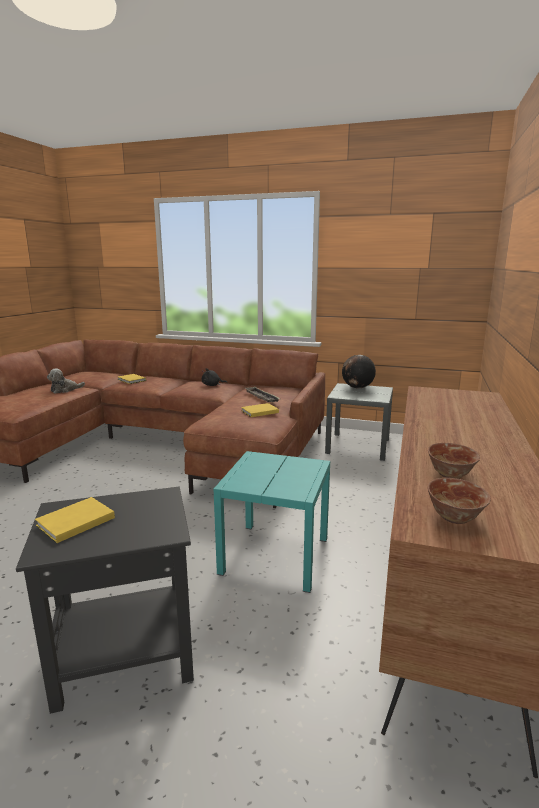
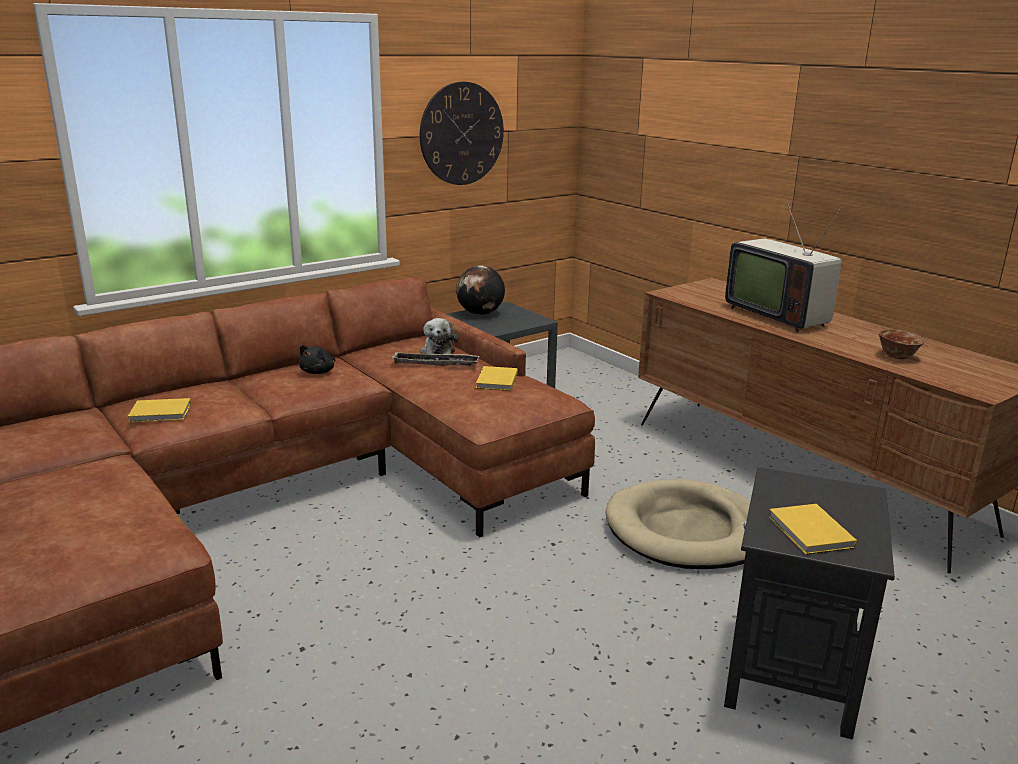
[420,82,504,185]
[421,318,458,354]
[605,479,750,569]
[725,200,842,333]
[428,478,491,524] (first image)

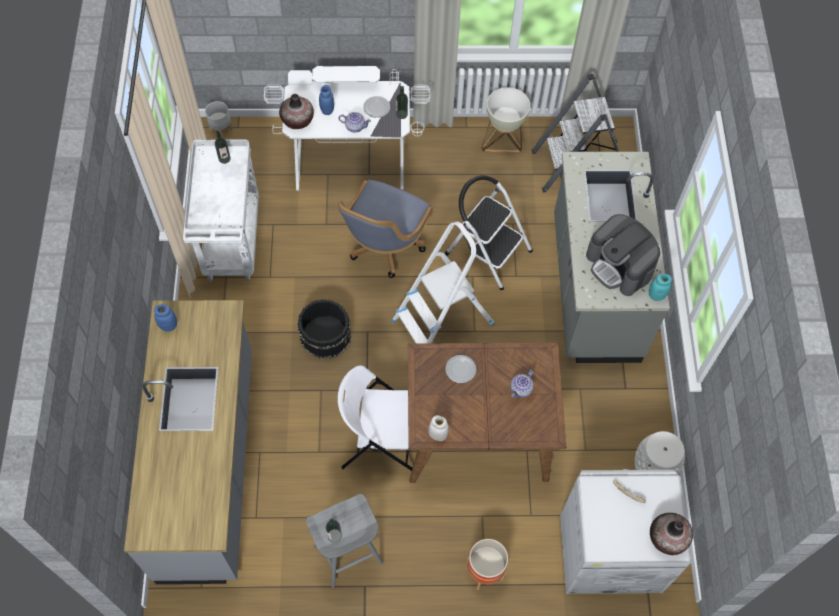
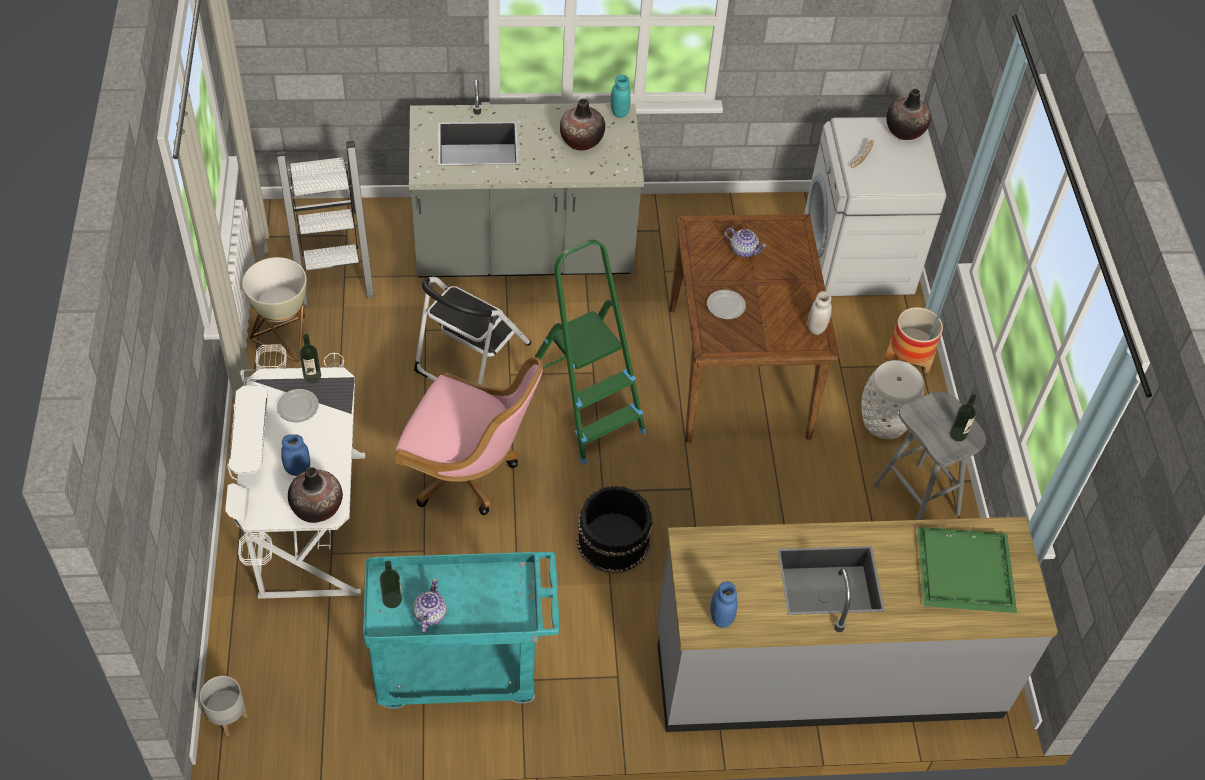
[363,552,559,709]
[395,357,543,515]
[413,578,447,633]
[534,240,646,464]
[560,98,605,151]
[861,360,924,439]
[917,527,1017,613]
[338,365,413,471] (first image)

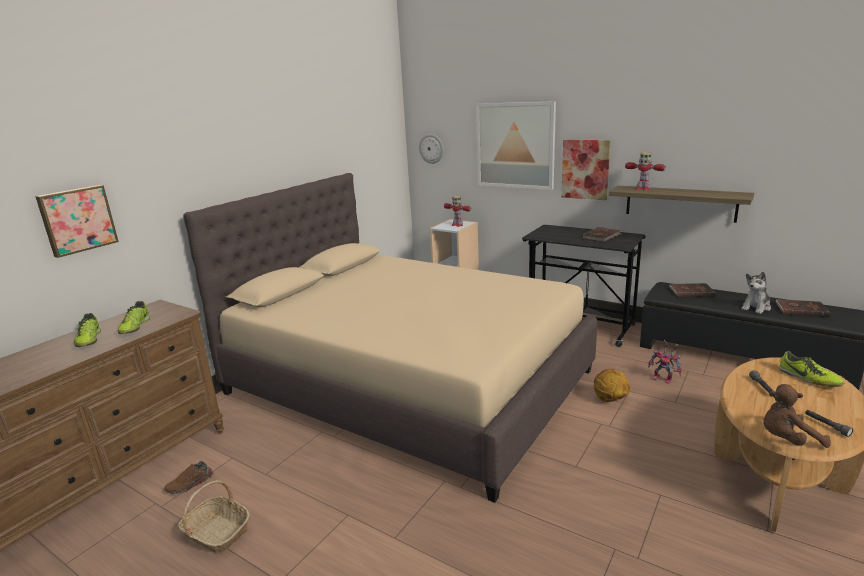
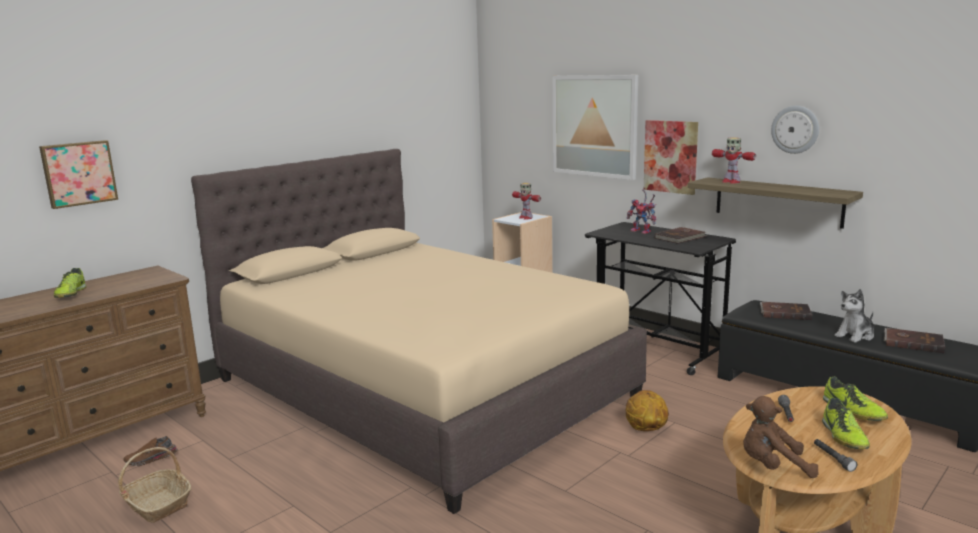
[626,189,656,234]
[771,106,819,154]
[822,397,870,449]

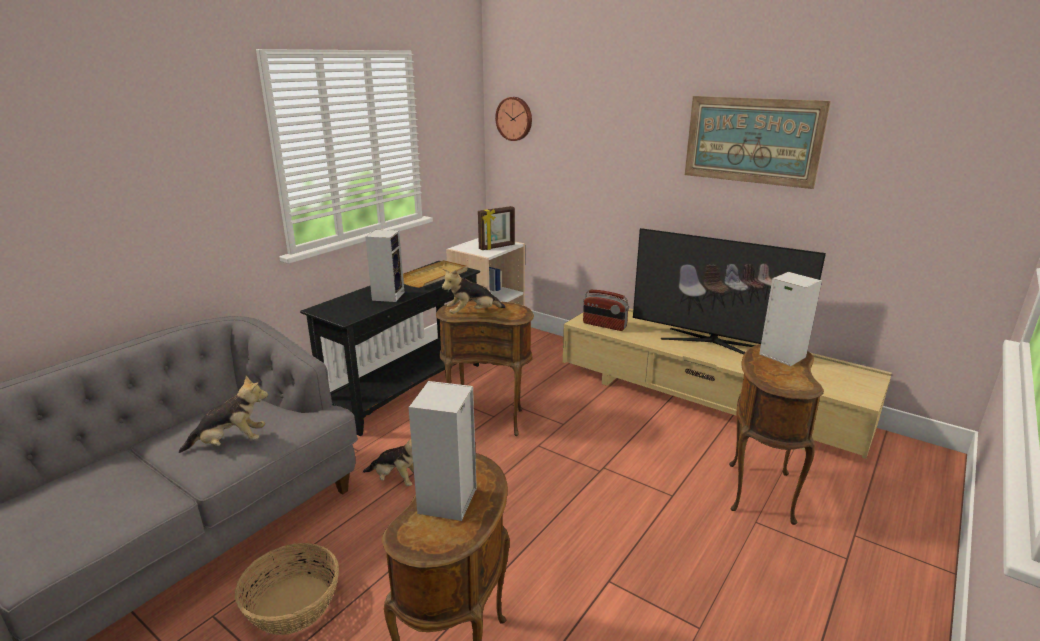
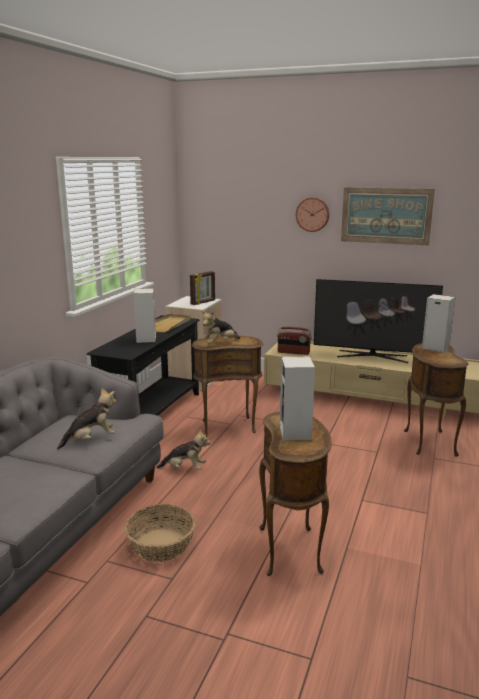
[296,197,329,232]

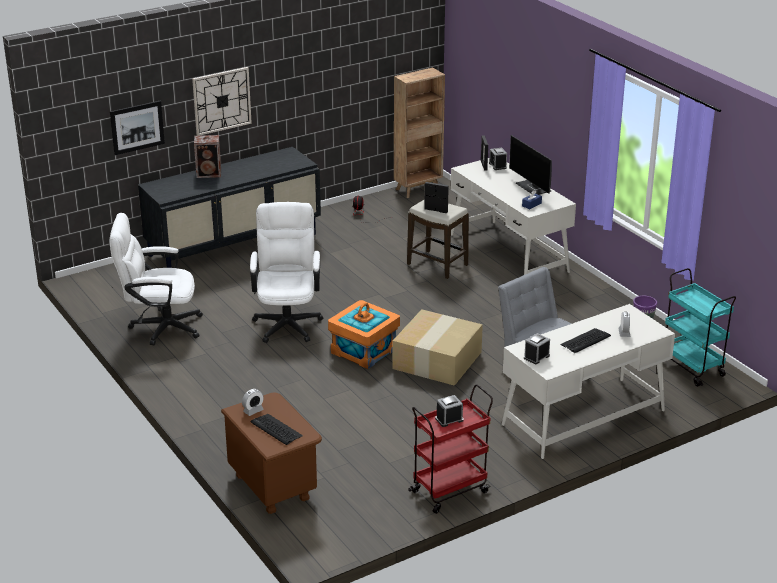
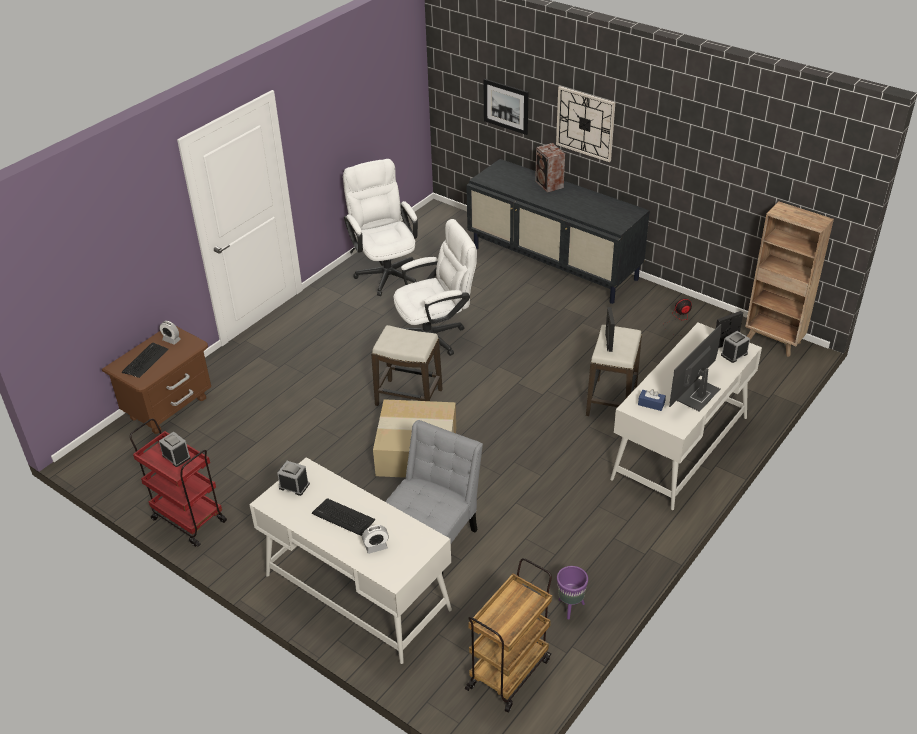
[371,325,443,406]
[465,558,552,713]

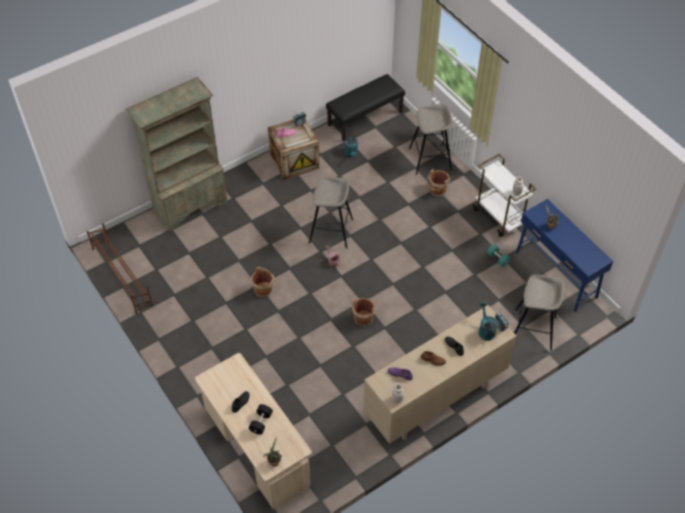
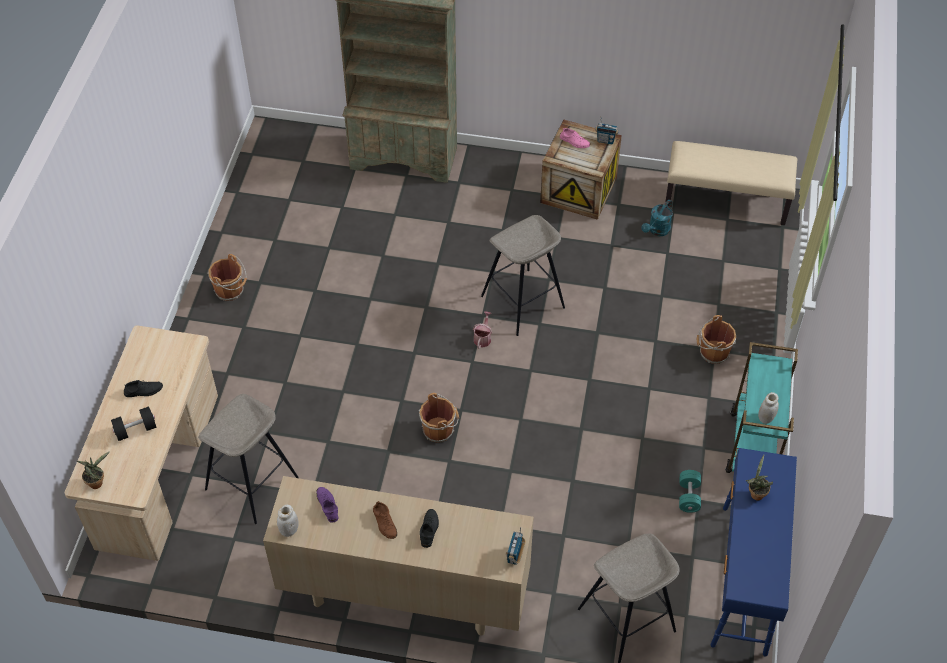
[198,394,299,524]
[208,254,247,301]
[665,141,797,225]
[725,342,798,473]
[87,223,153,314] (first image)
[479,302,497,341] (first image)

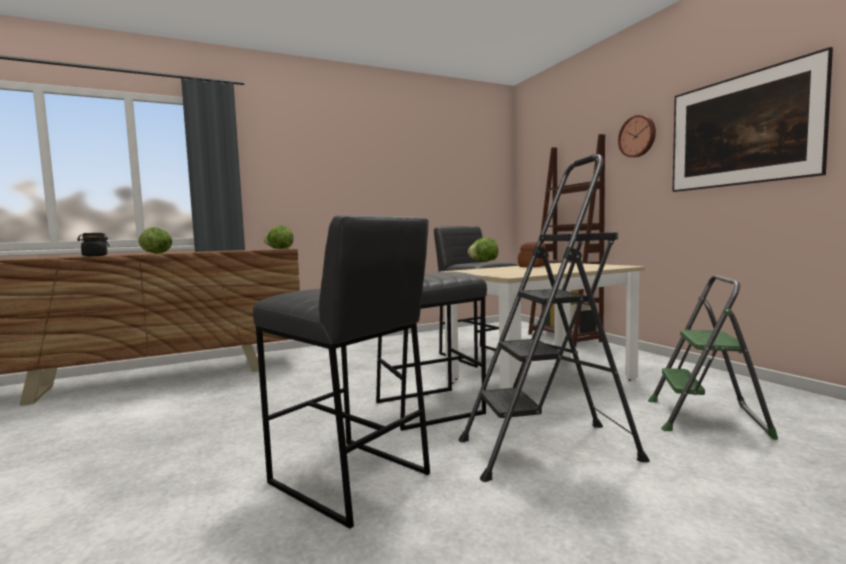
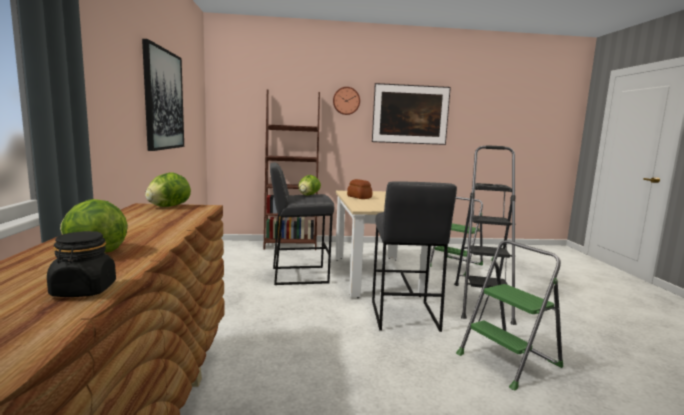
[142,39,184,151]
[456,240,563,391]

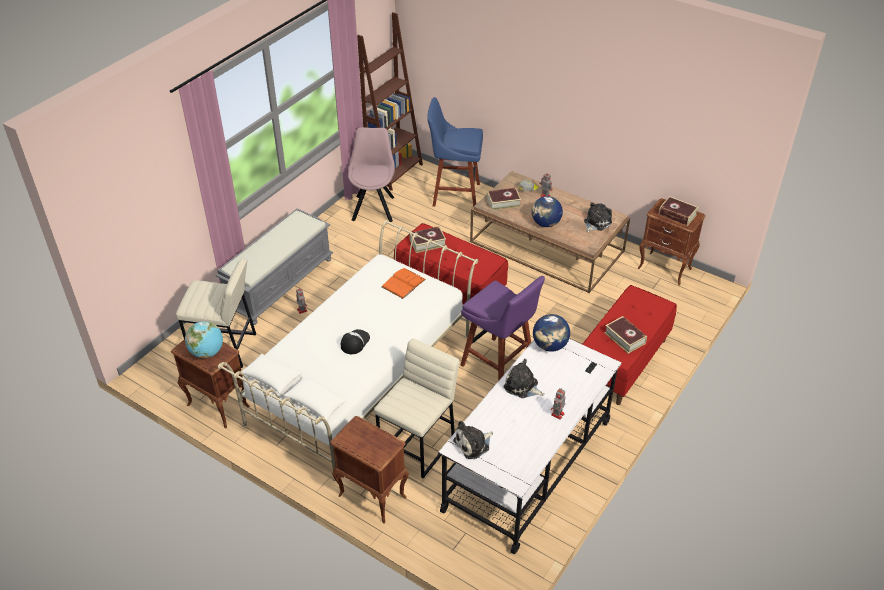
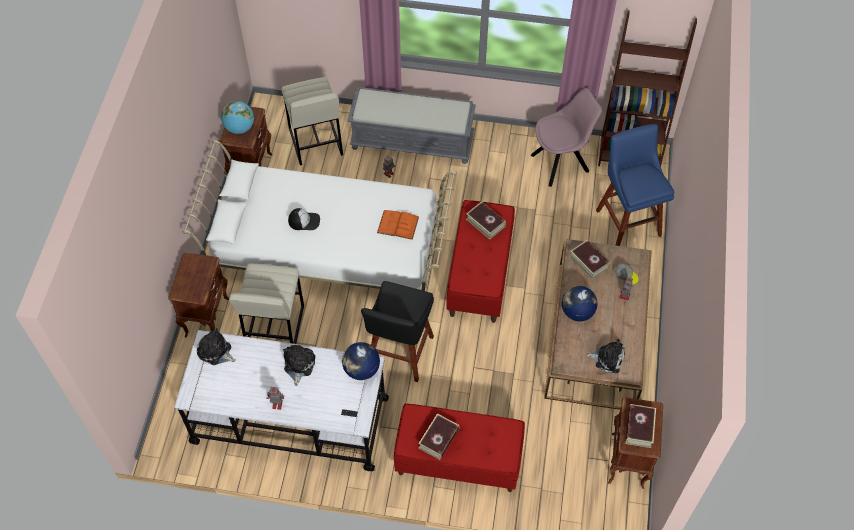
[229,263,304,344]
[361,281,434,382]

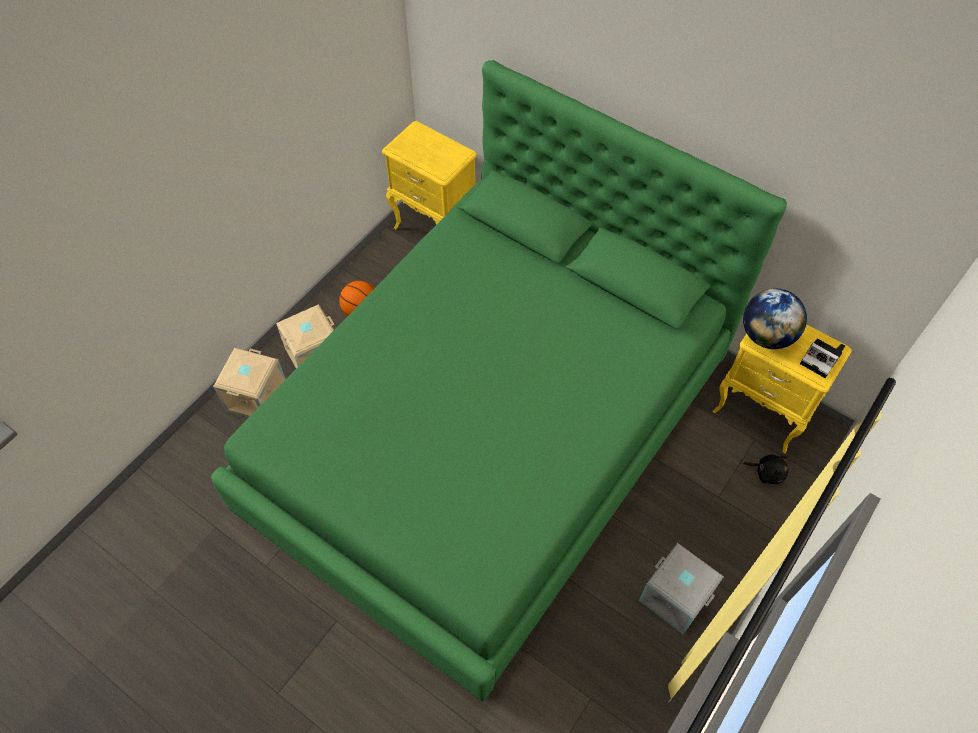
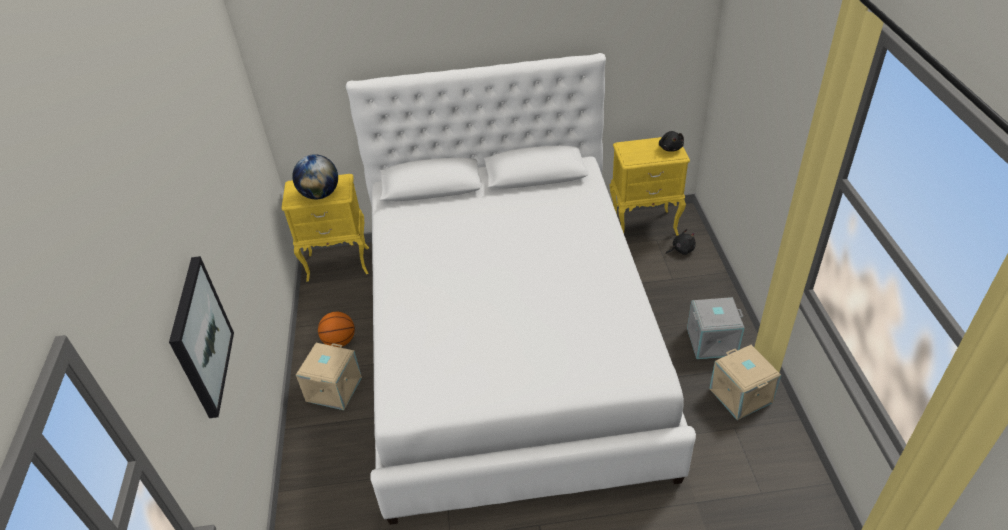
[169,256,234,418]
[292,154,338,199]
[346,53,696,525]
[659,131,684,152]
[709,345,781,420]

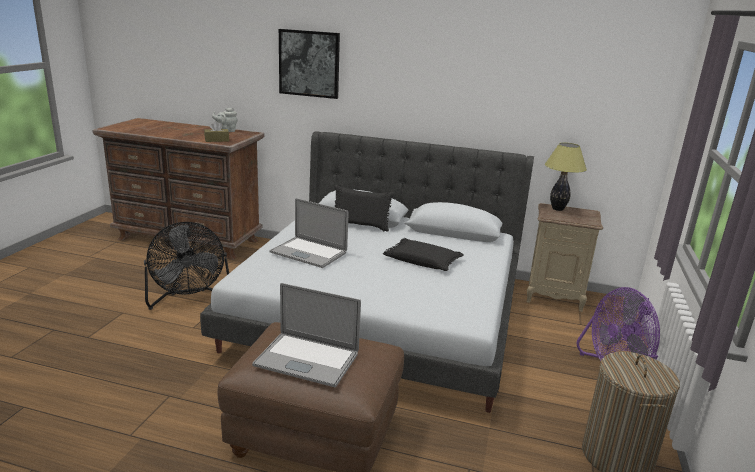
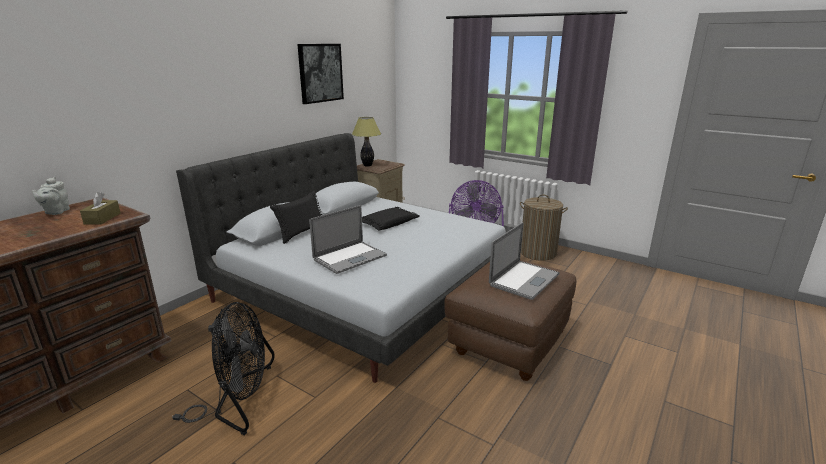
[297,44,344,104]

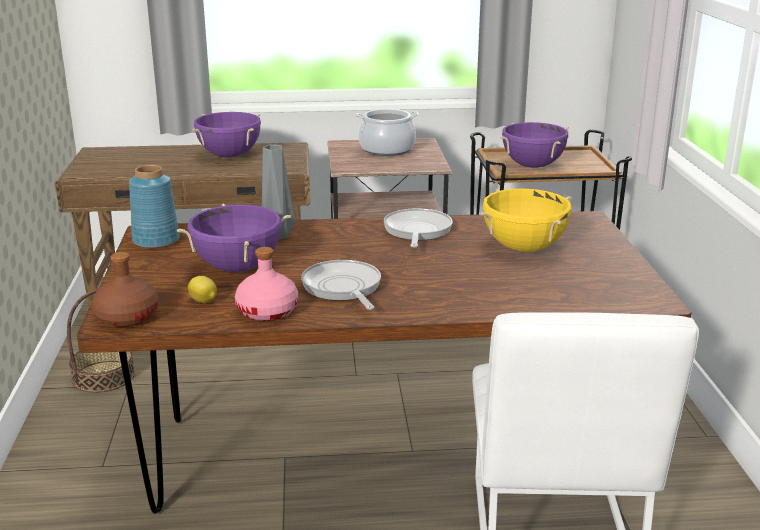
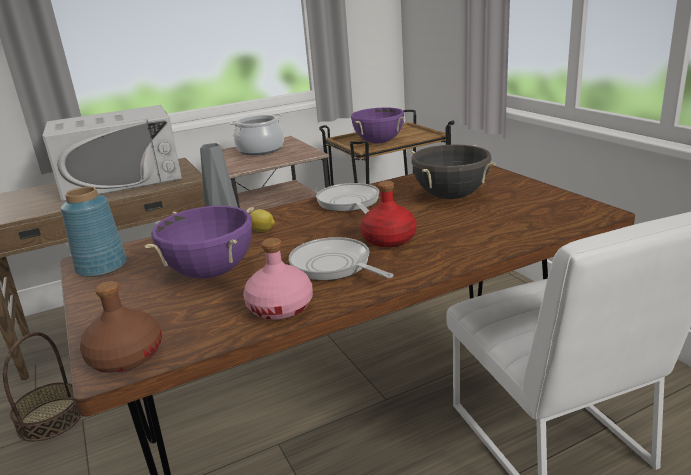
[42,105,182,202]
[250,209,275,232]
[360,181,416,247]
[410,145,496,199]

